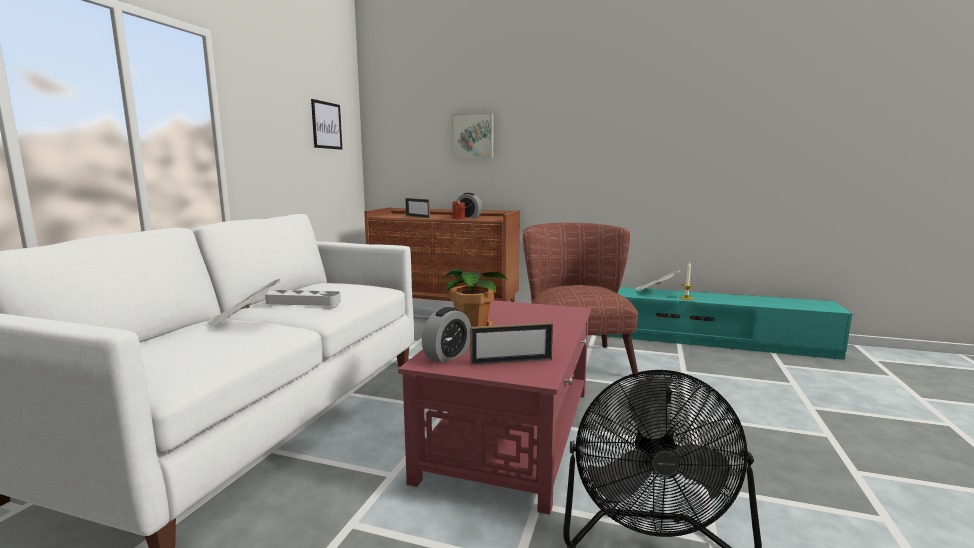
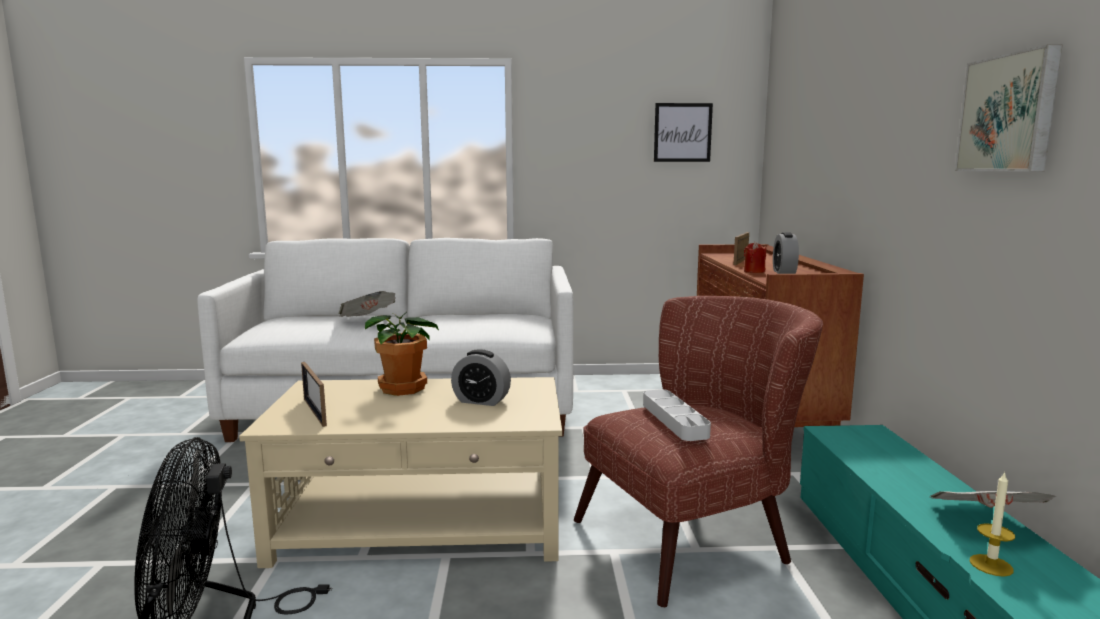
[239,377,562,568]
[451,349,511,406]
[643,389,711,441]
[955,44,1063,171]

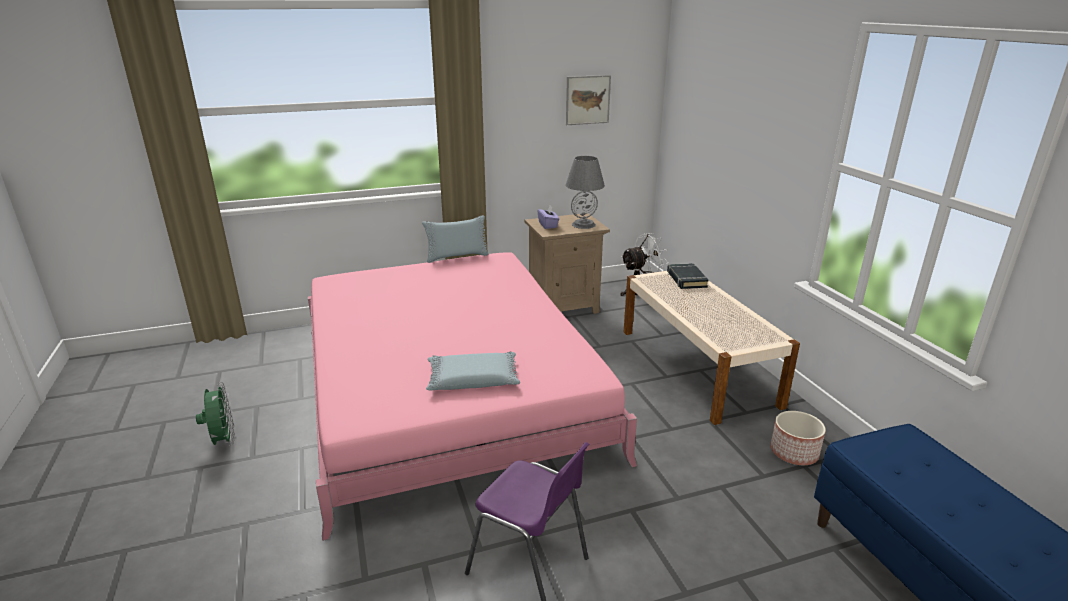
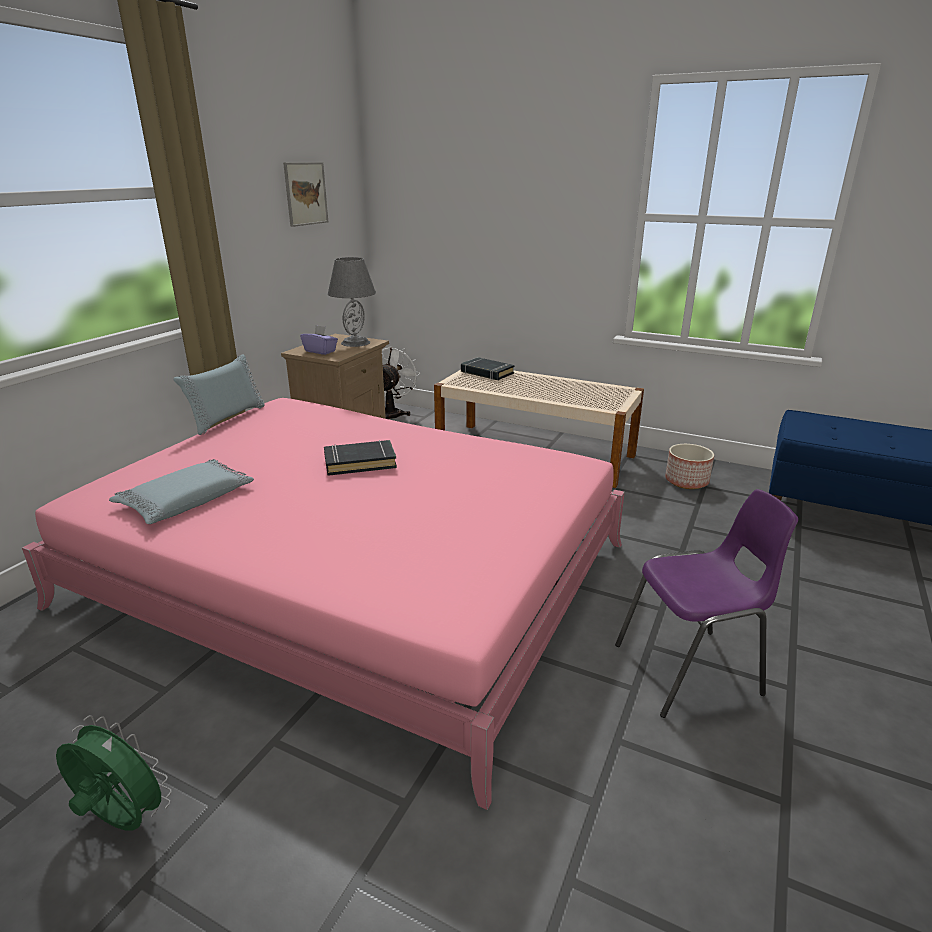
[109,459,254,524]
[324,440,397,476]

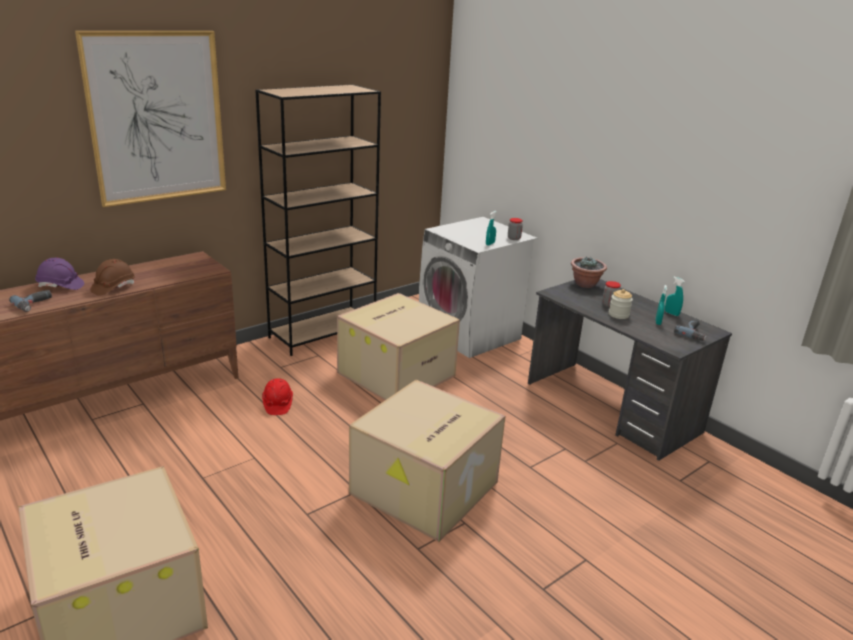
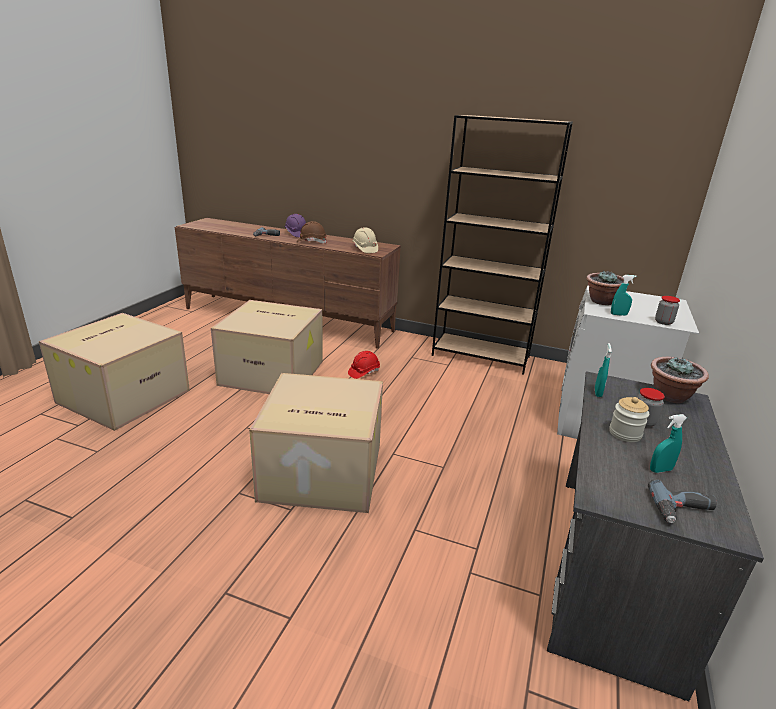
[211,300,323,394]
[352,227,378,253]
[586,271,624,305]
[595,343,612,397]
[75,31,226,207] (first image)

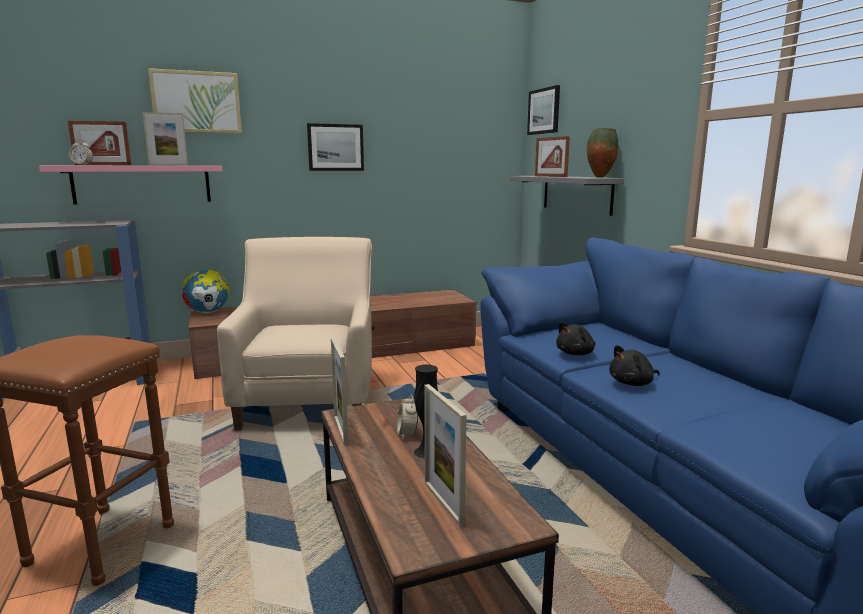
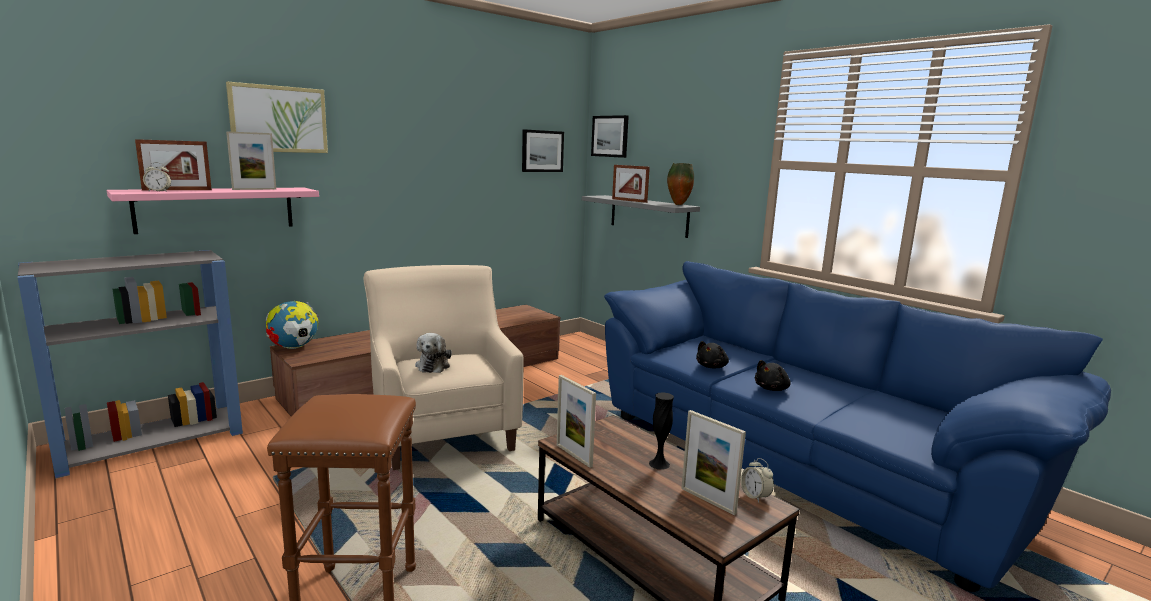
[415,333,452,373]
[522,129,564,172]
[741,458,774,503]

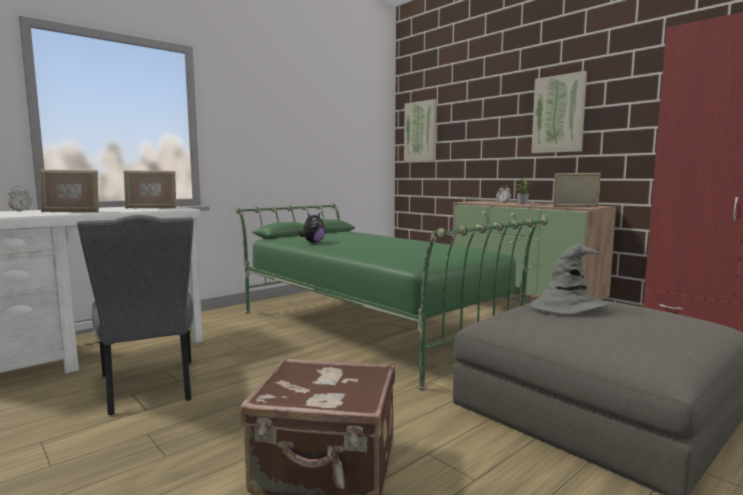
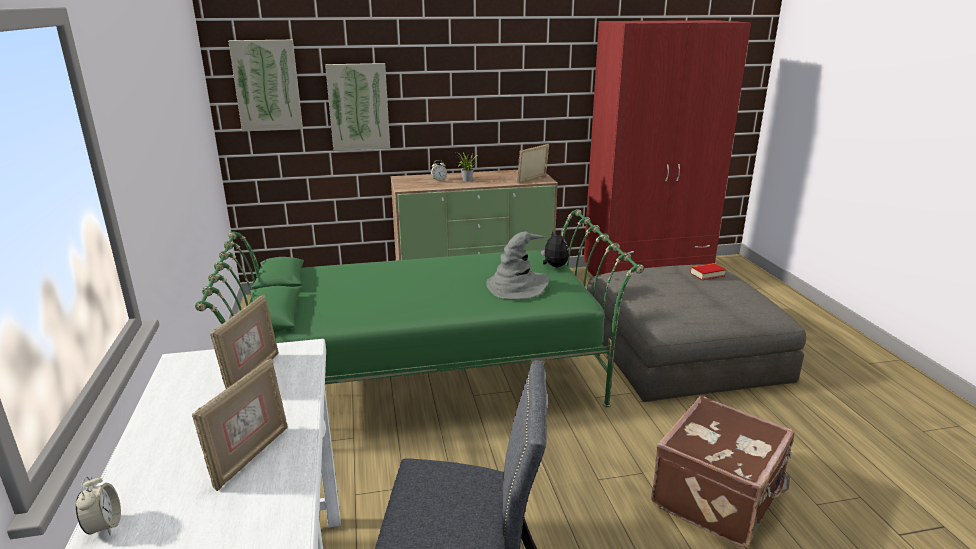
[325,63,390,151]
[486,232,550,299]
[541,231,569,267]
[690,263,726,280]

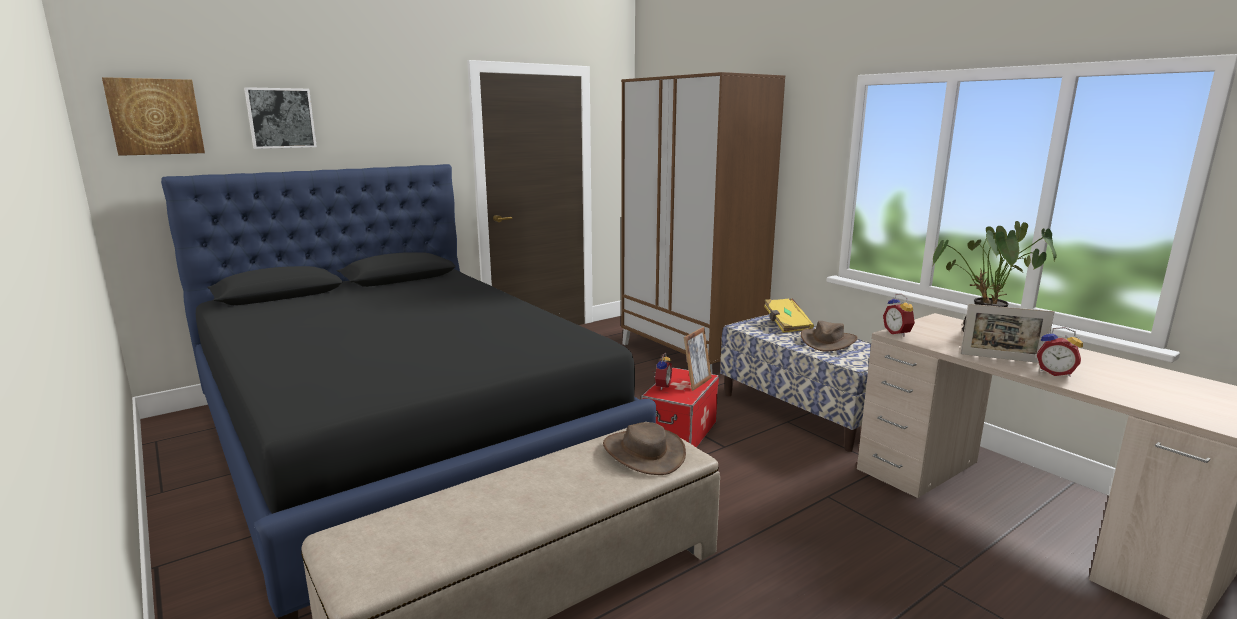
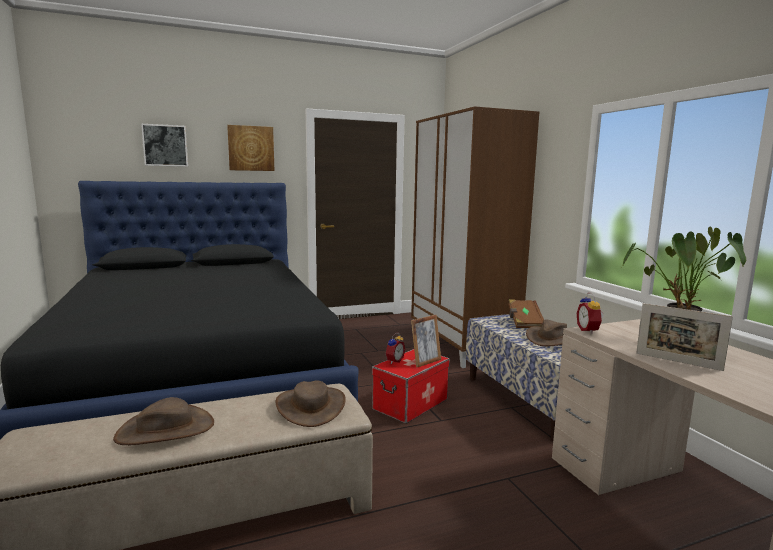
[113,397,214,445]
[227,125,275,171]
[508,299,544,328]
[1037,327,1083,377] (first image)

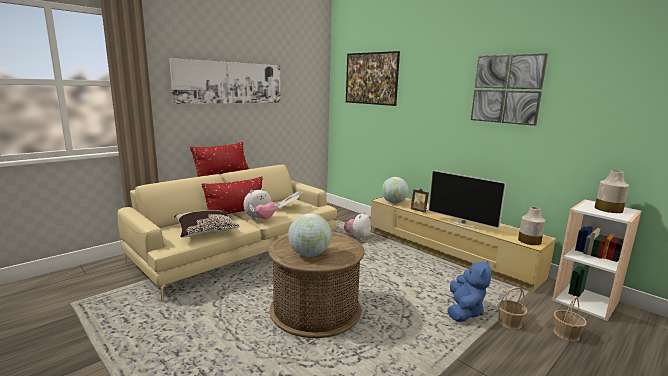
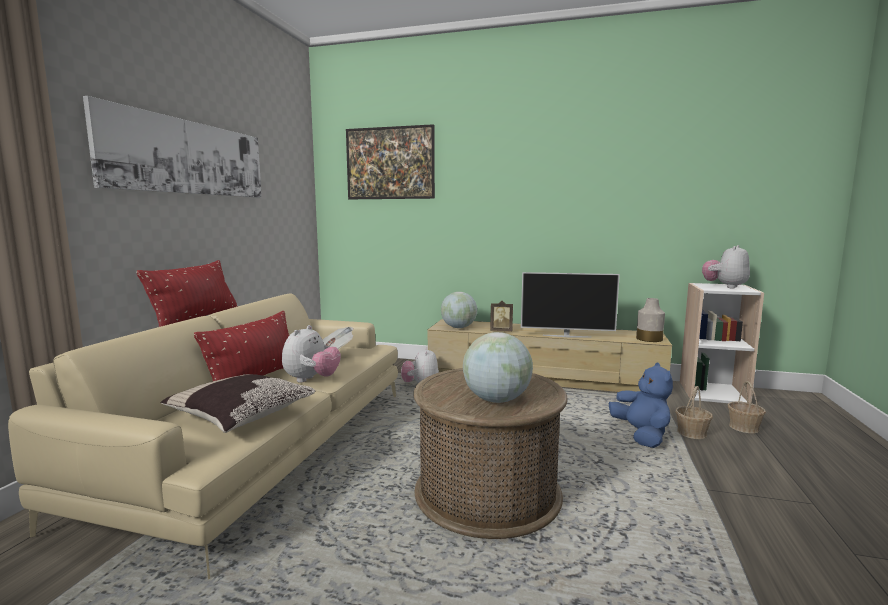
[702,245,750,288]
[471,53,548,126] (first image)

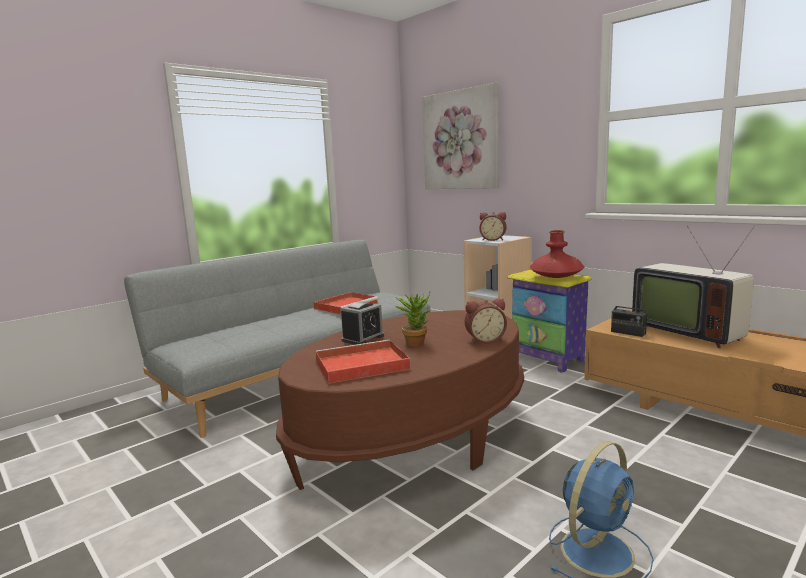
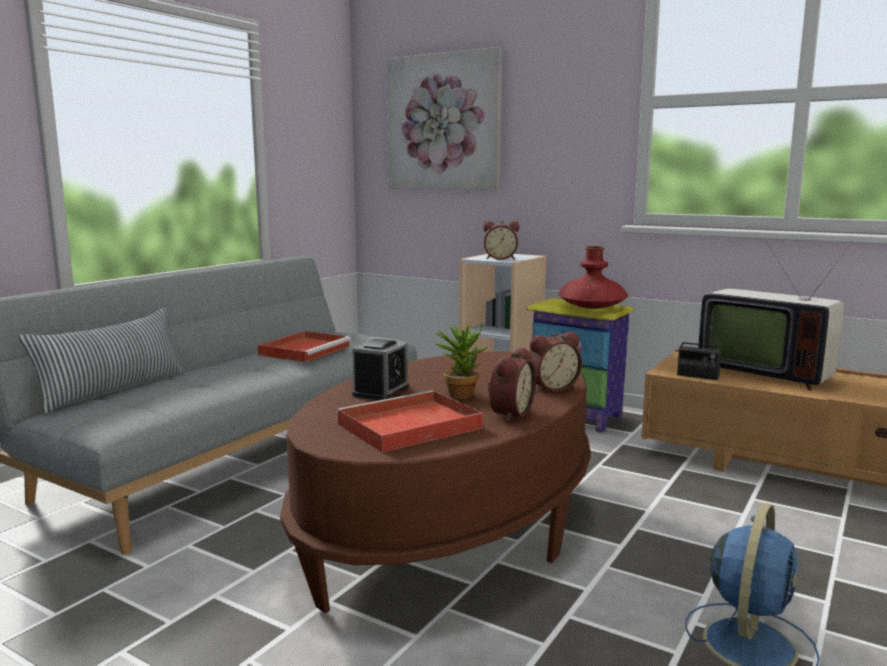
[19,308,185,413]
[488,347,536,422]

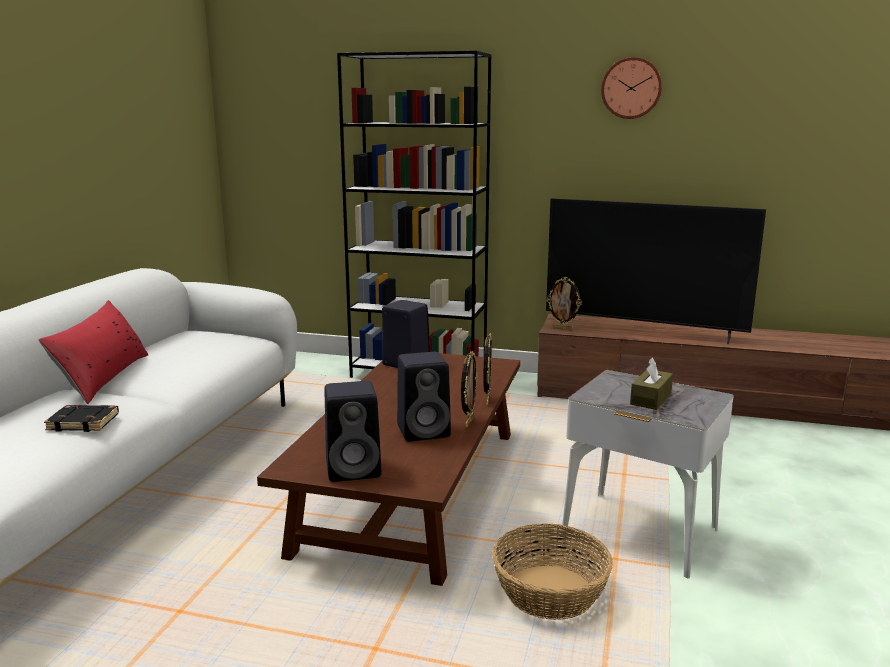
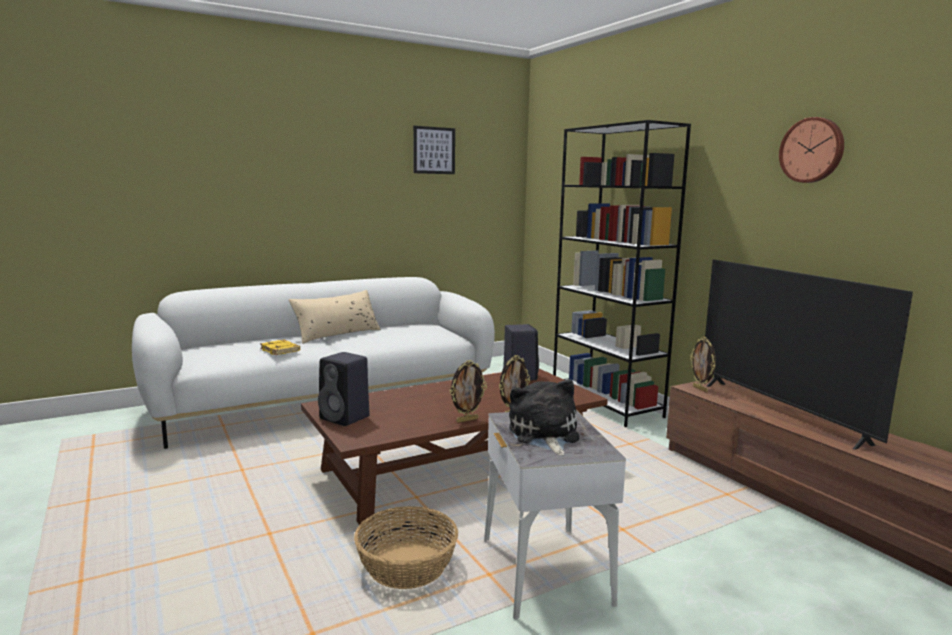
[260,340,300,355]
[289,290,381,344]
[413,126,455,174]
[509,379,579,456]
[397,352,451,441] (first image)

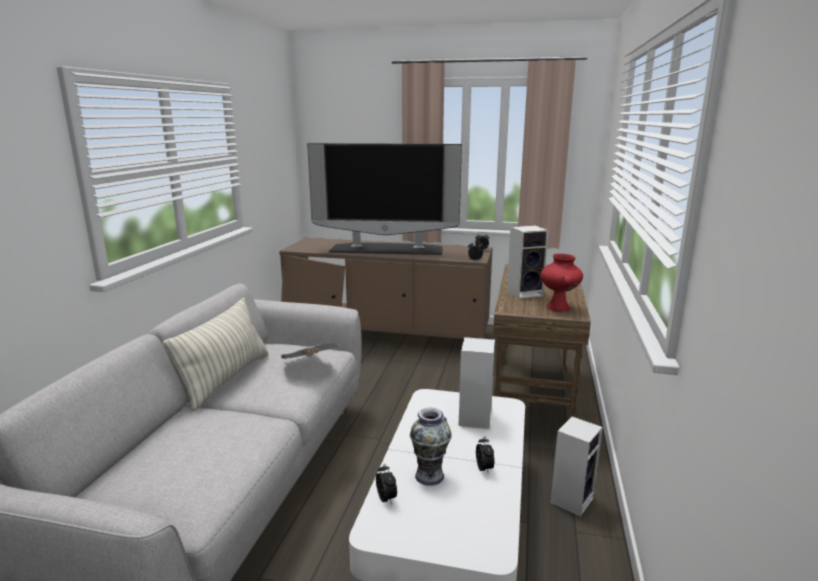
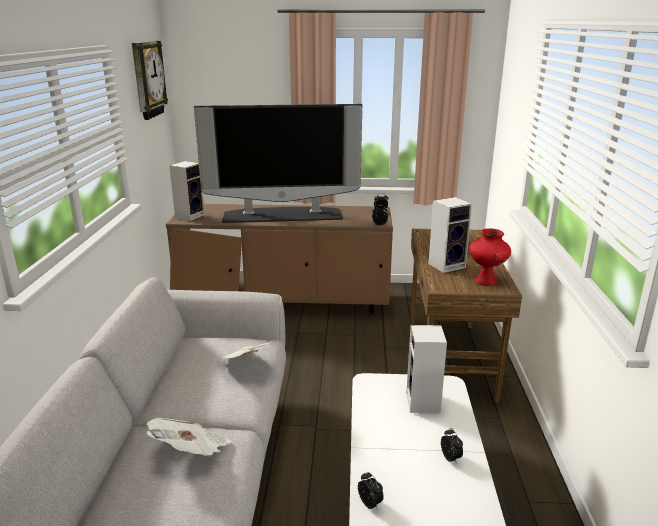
[132,41,168,120]
[146,418,232,456]
[169,161,205,221]
[163,298,268,411] (first image)
[410,408,452,486] (first image)

